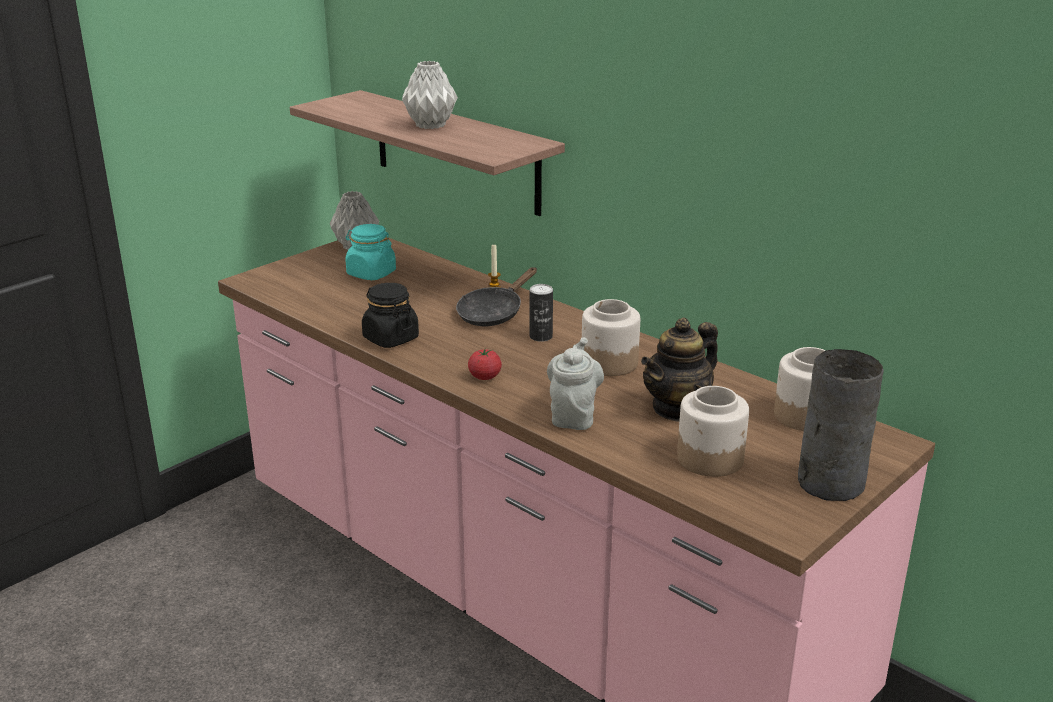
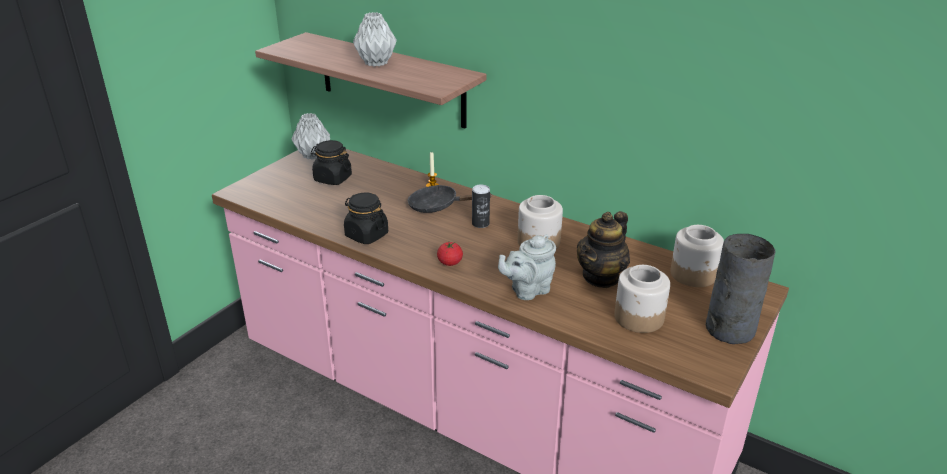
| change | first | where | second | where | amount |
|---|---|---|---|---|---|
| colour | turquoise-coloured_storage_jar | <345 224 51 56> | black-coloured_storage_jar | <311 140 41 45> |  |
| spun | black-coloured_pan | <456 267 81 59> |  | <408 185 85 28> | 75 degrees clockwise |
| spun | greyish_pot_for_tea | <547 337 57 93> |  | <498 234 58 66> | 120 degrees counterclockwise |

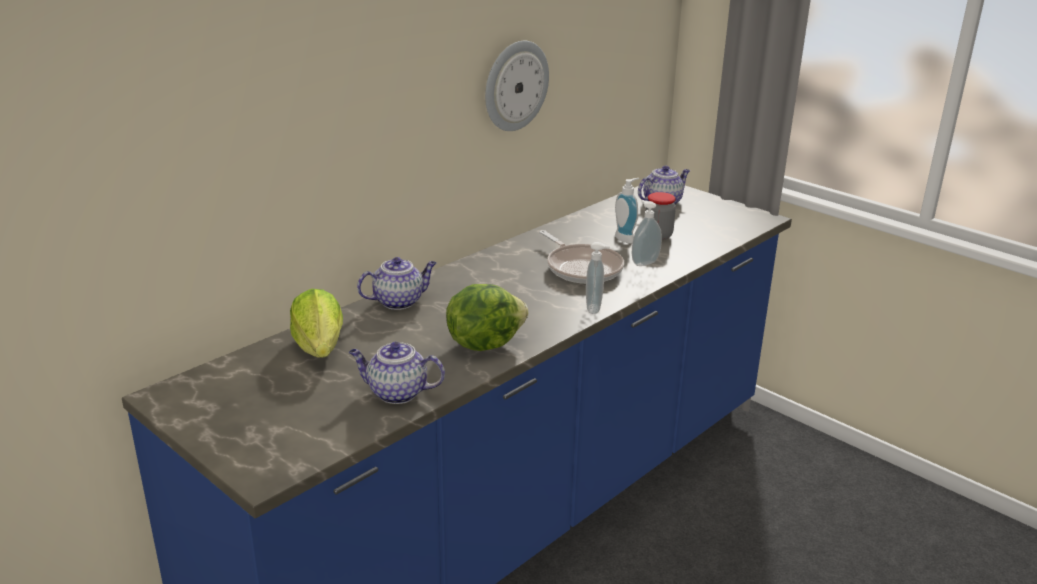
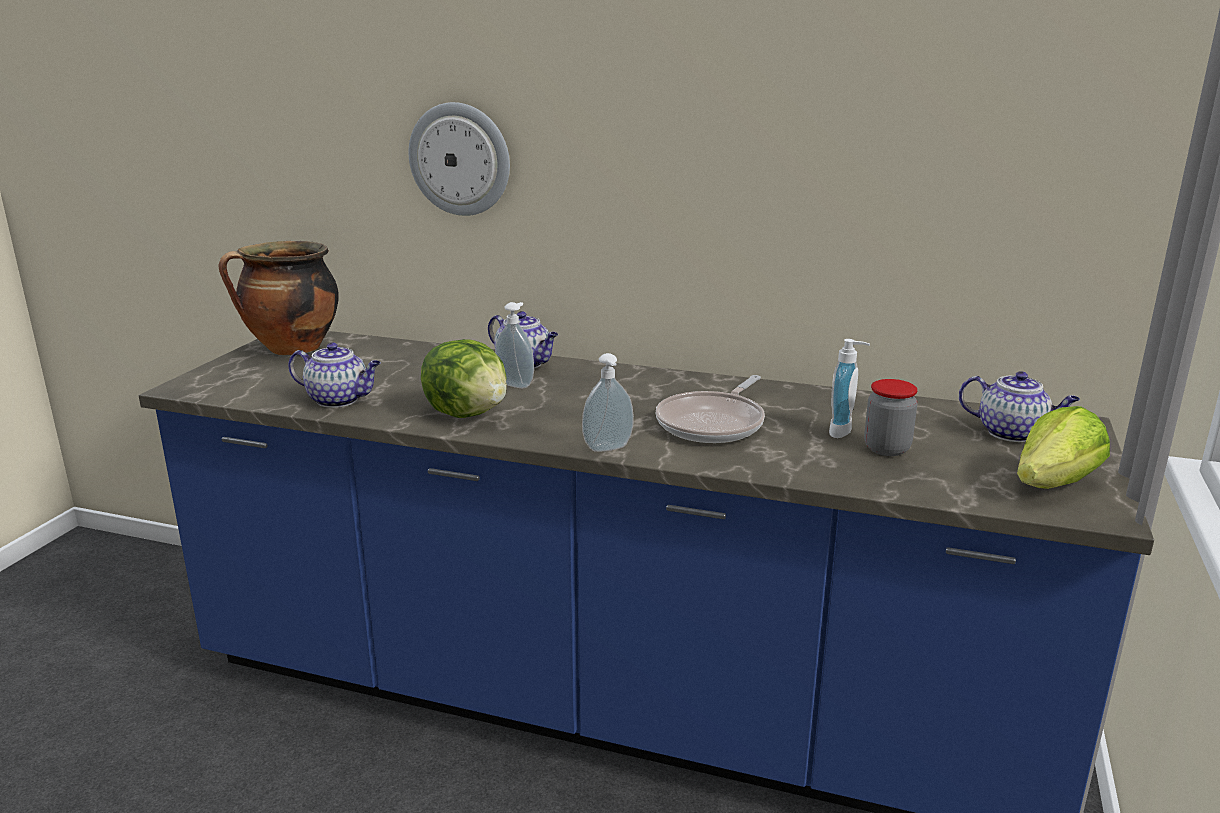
| change | first | where | second | where | amount |
|---|---|---|---|---|---|
| appeared |  |  | stockpot | <219 241 120 114> |  |
| spun | pot_for_tea | <349 342 96 62> |  | <288 342 93 66> | 120 degrees clockwise |
| relocated | clock_on_the_wall | <485 41 64 90> |  | <409 102 101 114> |  |
| relocated | liquid_soap_bottle | <632 200 30 66> |  | <495 302 39 86> |  |
| relocated | lettuce | <290 289 53 69> |  | <1017 406 93 83> |  |

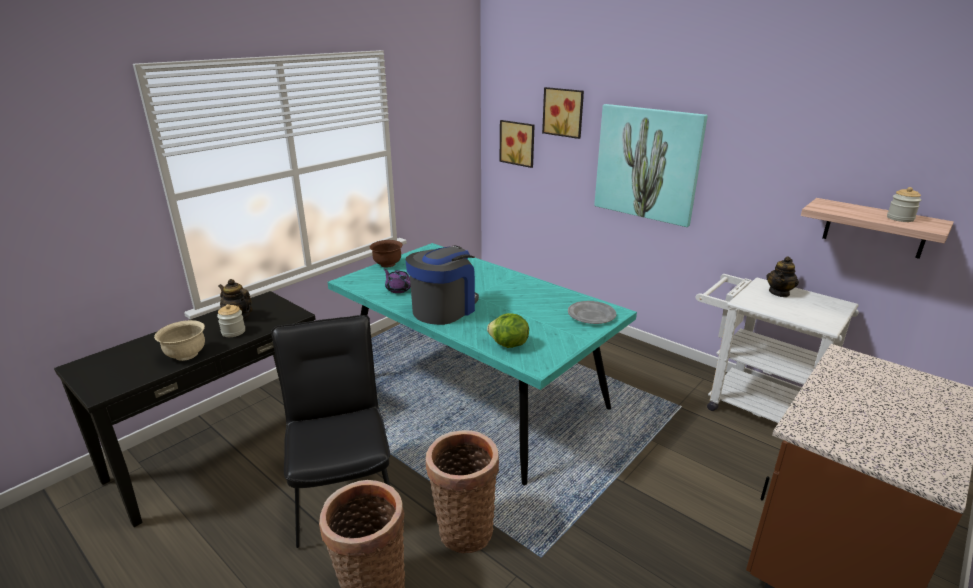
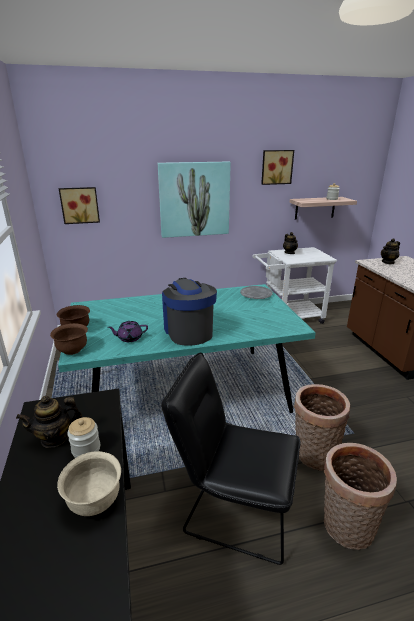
| change | first | where | second | where | amount |
|---|---|---|---|---|---|
| appeared |  |  | brown-coloured_serving_bowl | <50 323 38 32> |  |
| relocated | wall_picture | <542 87 42 52> |  | <261 150 33 35> |  |
| appeared |  |  | pot_for_tea | <381 238 19 26> |  |
| missing | lettuce | <487 313 42 35> |  |  |  |

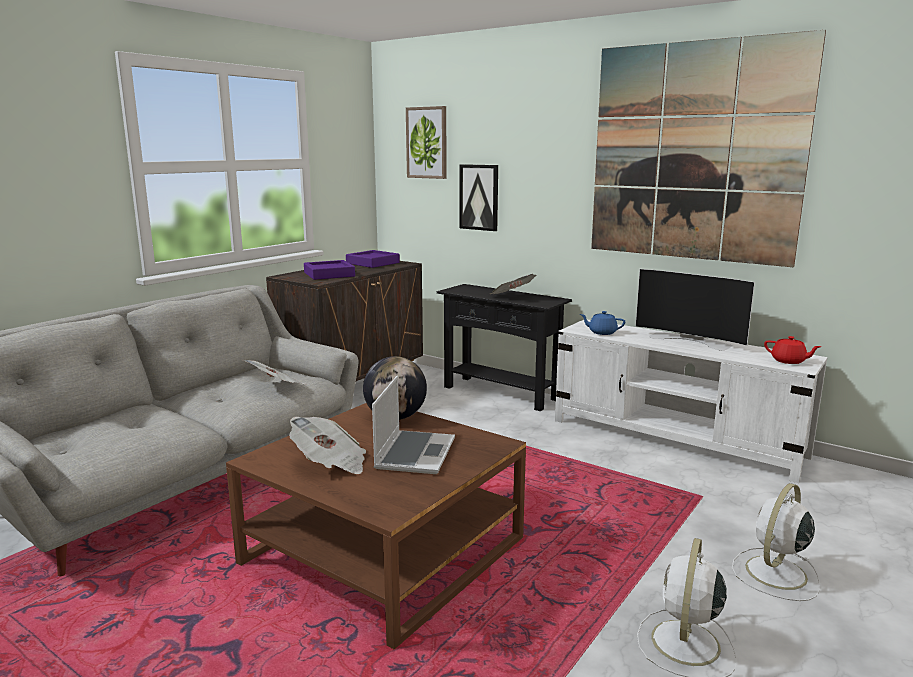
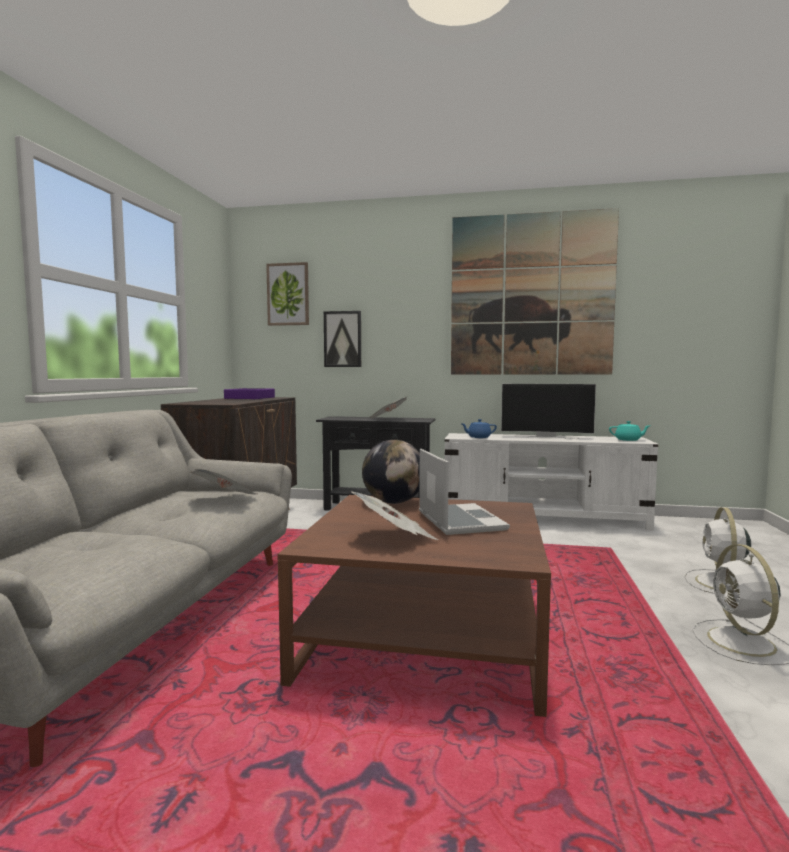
| change | first | where | second | where | amount |
|---|---|---|---|---|---|
| colour | red_pot_for_tea | <764 336 57 28> | turquoise-coloured_pot_for_tea | <609 421 41 20> |  |
| missing | purplish_serving_tray | <304 260 51 20> |  |  |  |

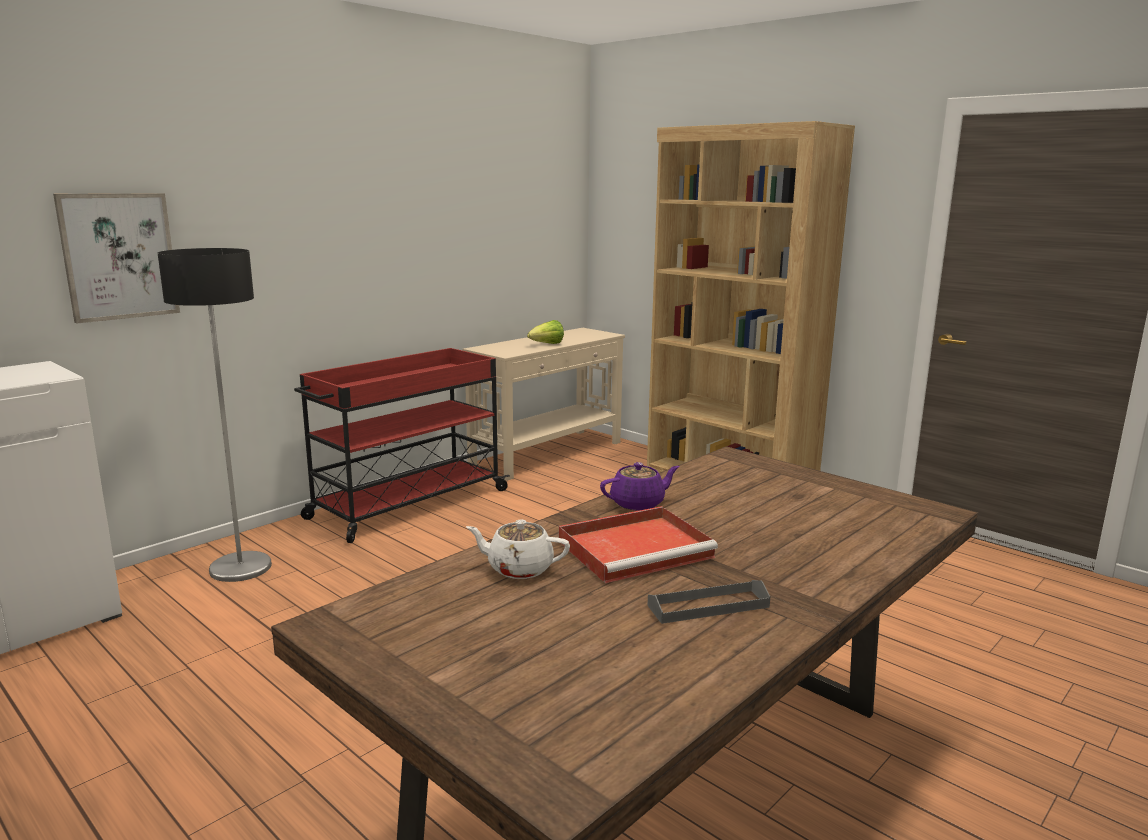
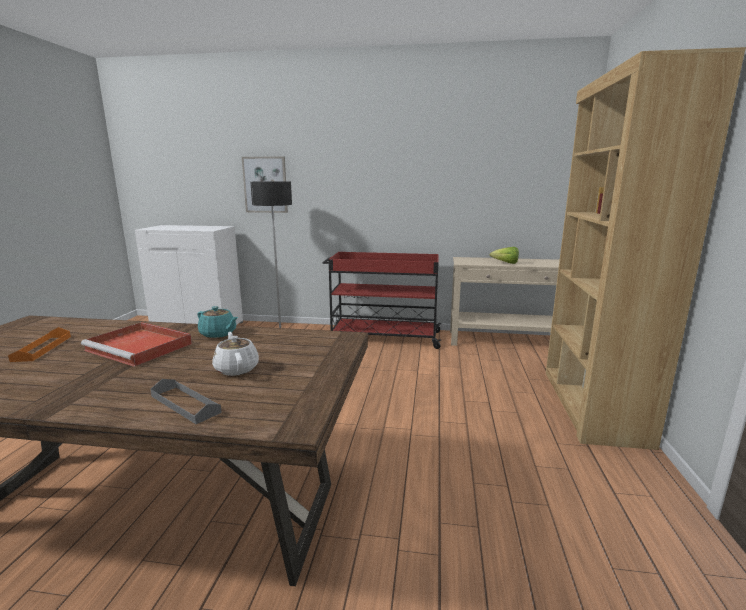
| change | first | where | second | where | amount |
|---|---|---|---|---|---|
| appeared |  |  | orange_serving_tray | <8 327 63 35> |  |
| relocated | greyish_serving_tray | <647 580 123 44> |  | <150 379 72 45> |  |
| colour | purplish_pot_for_tea | <600 462 79 49> | turquoise-coloured_pot_for_tea | <197 306 41 32> |  |
| relocated | white-coloured_pot_for_tea | <466 520 104 59> |  | <212 332 47 44> |  |

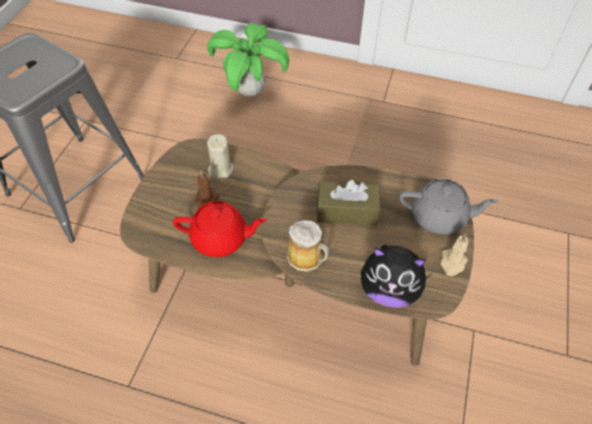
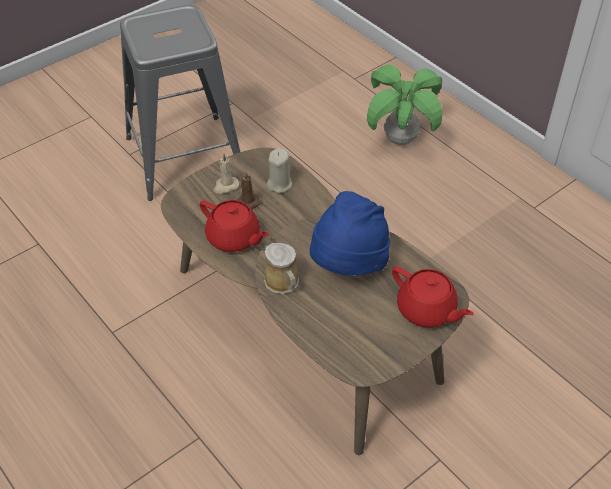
| change | first | where | second | where | amount |
|---|---|---|---|---|---|
| relocated | sand-coloured_wax_candle | <440 233 29 43> |  | <214 154 25 39> |  |
| exchanged | brown-coloured_tissue_holder | <317 180 64 45> | blue_hat | <310 191 80 85> |  |
| colour | greyish_pot_for_tea | <399 179 99 56> | red_pot_for_tea | <392 266 82 62> |  |
| missing | plush_toy | <361 245 70 63> |  |  |  |

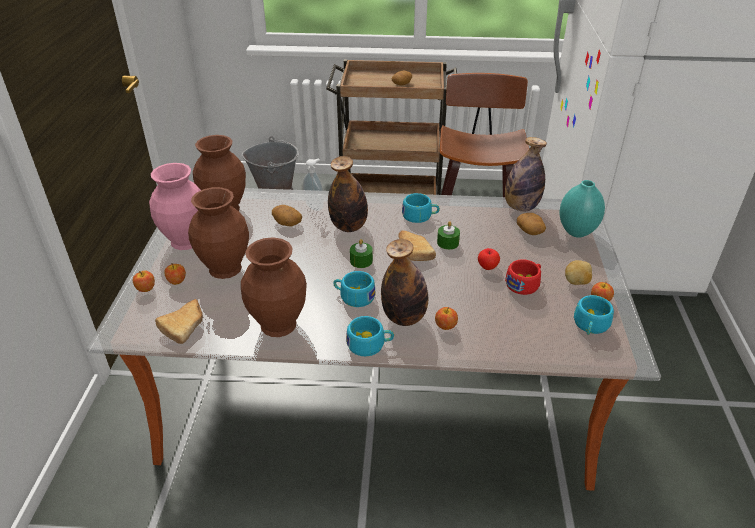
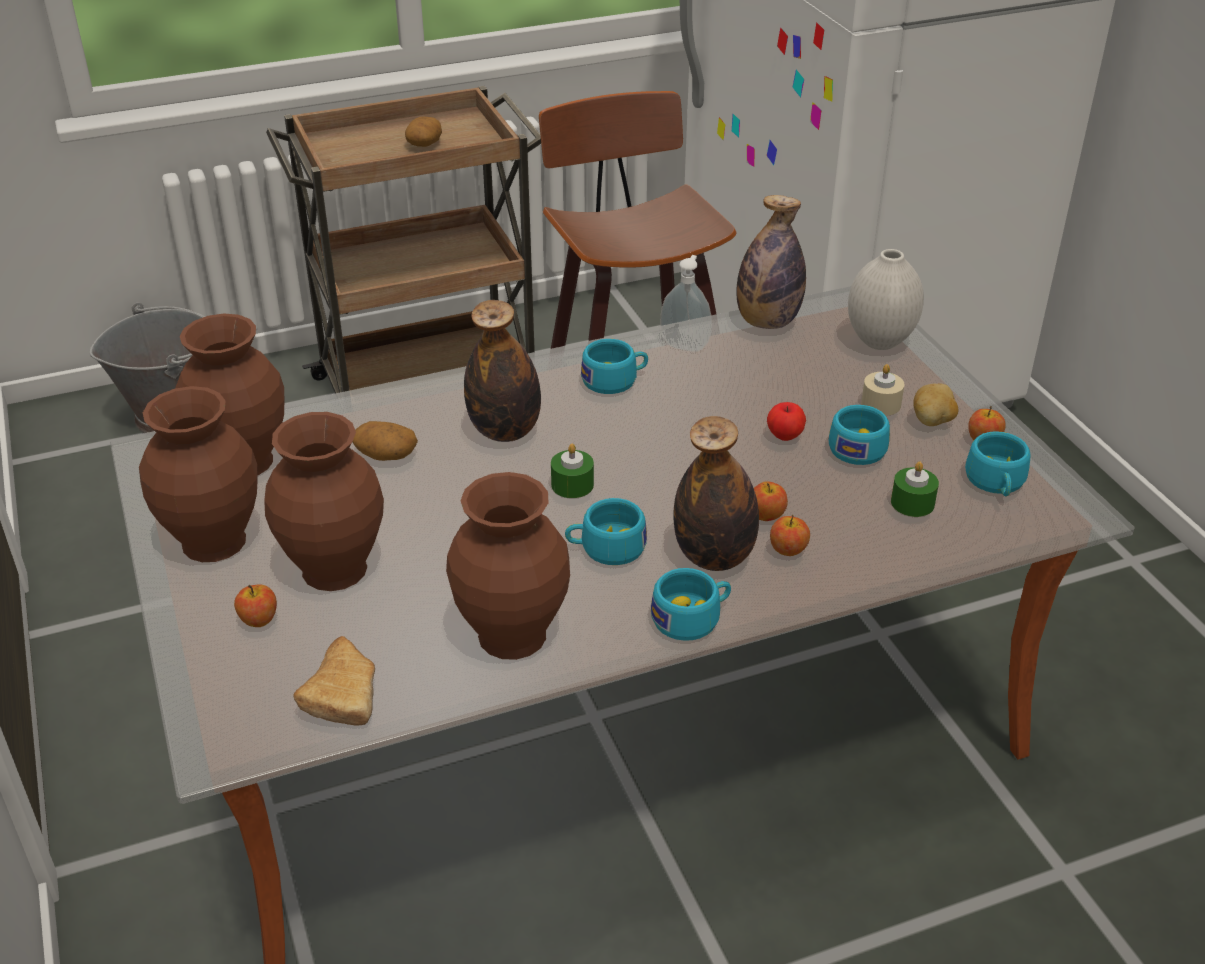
| change | first | where | second | where | amount |
|---|---|---|---|---|---|
| colour | pink-coloured_decorative_vase | <149 163 52 87> | brown-coloured_decorative_vase | <139 386 119 176> |  |
| relocated | liquid_soap_bottle | <303 159 21 52> |  | <660 255 52 97> |  |
| relocated | apple | <133 271 22 21> |  | <754 481 34 40> |  |
| colour | red_cup | <505 259 36 36> | turquoise-coloured_cup | <828 405 62 60> |  |
| colour | turquoise-coloured_decorative_vase | <560 180 45 58> | white-coloured_decorative_vase | <848 249 76 101> |  |
| appeared |  |  | sand-coloured_wax_candle | <861 364 44 52> |  |
| relocated | green_wax_candle | <437 221 23 29> |  | <891 461 48 56> |  |
| missing | baked_bread | <398 230 38 31> |  |  |  |
| missing | spud | <517 213 29 22> |  |  |  |

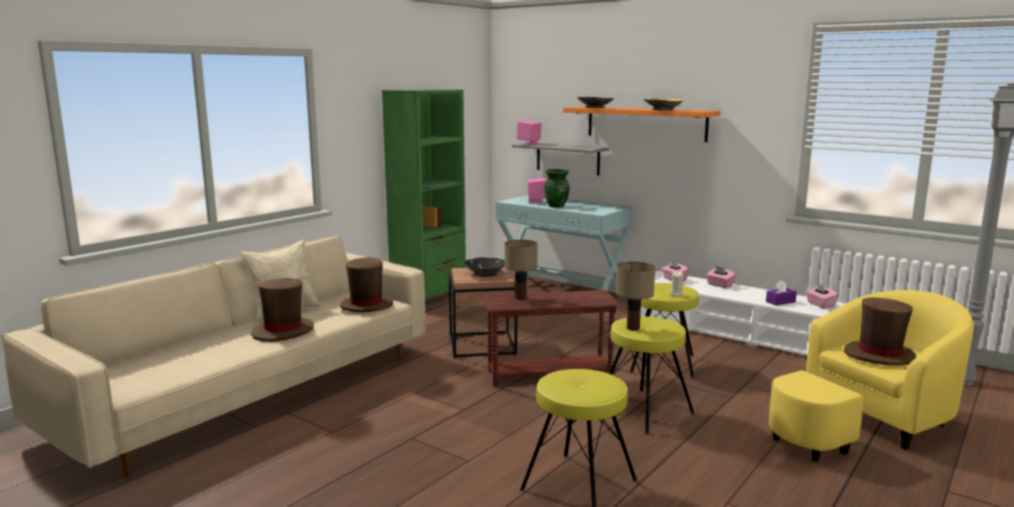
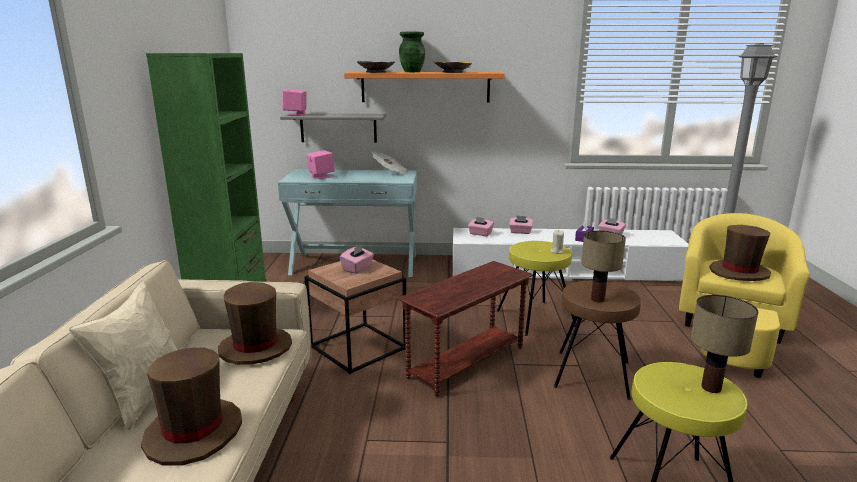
| change | first | where | second | where | amount |
|---|---|---|---|---|---|
| exchanged | black-coloured_serving_bowl | <464 257 41 20> | pink-coloured_tissue_holder | <340 244 34 30> |  |
| appeared |  |  | daily_paper | <371 151 37 24> |  |
| relocated | green_decorative_vase | <544 169 25 39> |  | <399 32 26 40> |  |
| colour | yellow-coloured_stool | <609 316 86 118> | brown-coloured_stool | <554 281 87 119> |  |
| relocated | tabletop_lamp | <505 240 33 60> |  | <691 295 67 98> |  |

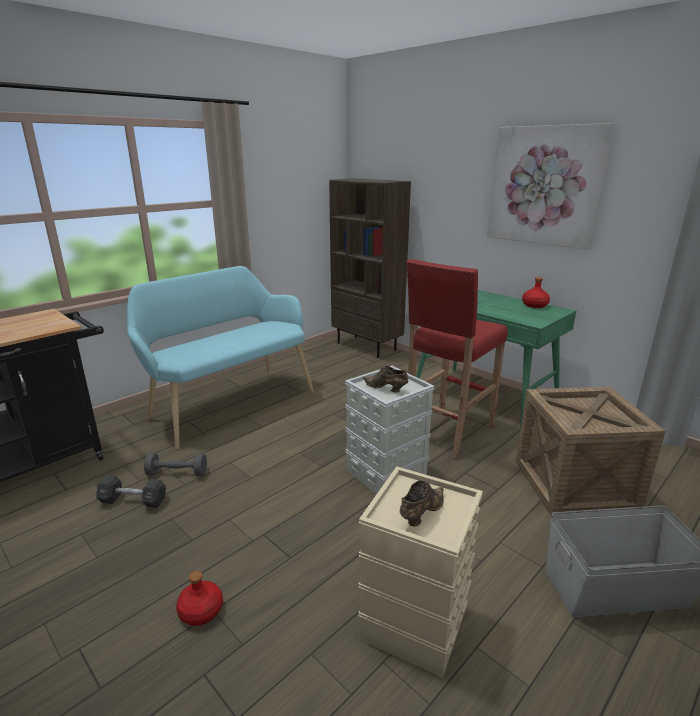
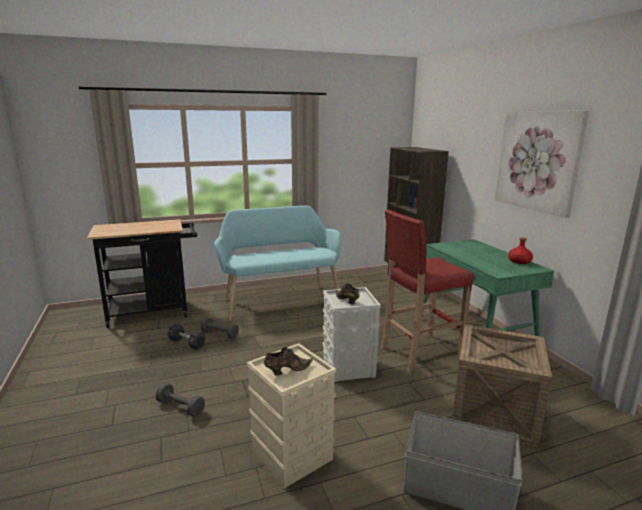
| change | first | where | second | where | amount |
|---|---|---|---|---|---|
| exchanged | red_beverage_bottle | <176 571 47 55> | greyish_hand_weight | <156 383 49 34> |  |

